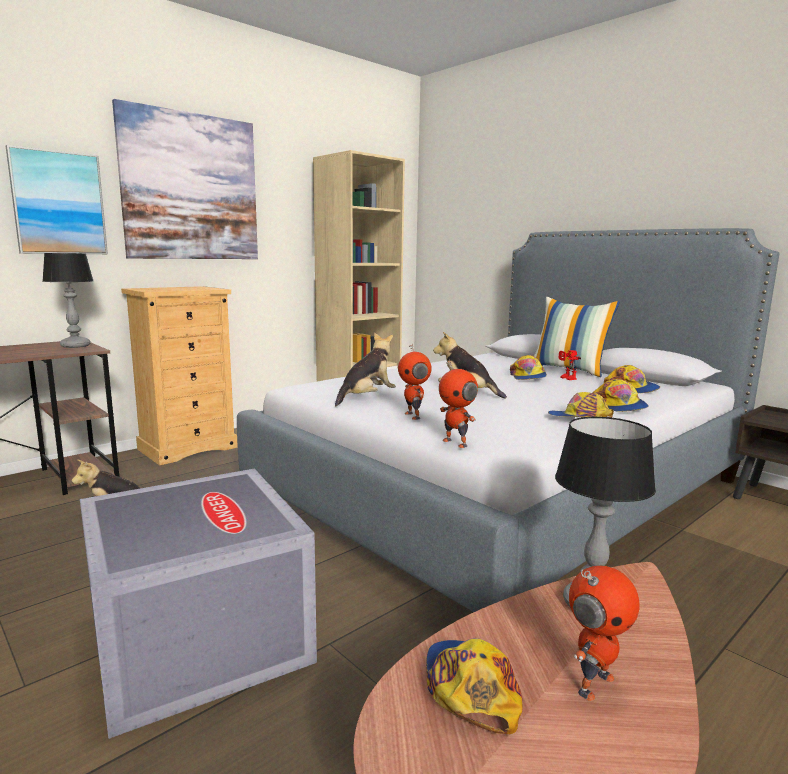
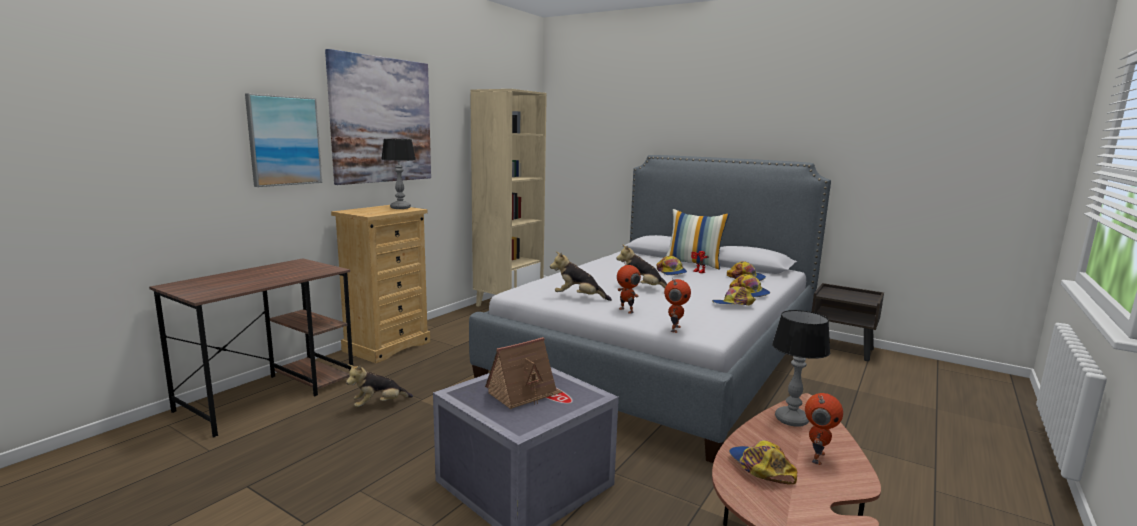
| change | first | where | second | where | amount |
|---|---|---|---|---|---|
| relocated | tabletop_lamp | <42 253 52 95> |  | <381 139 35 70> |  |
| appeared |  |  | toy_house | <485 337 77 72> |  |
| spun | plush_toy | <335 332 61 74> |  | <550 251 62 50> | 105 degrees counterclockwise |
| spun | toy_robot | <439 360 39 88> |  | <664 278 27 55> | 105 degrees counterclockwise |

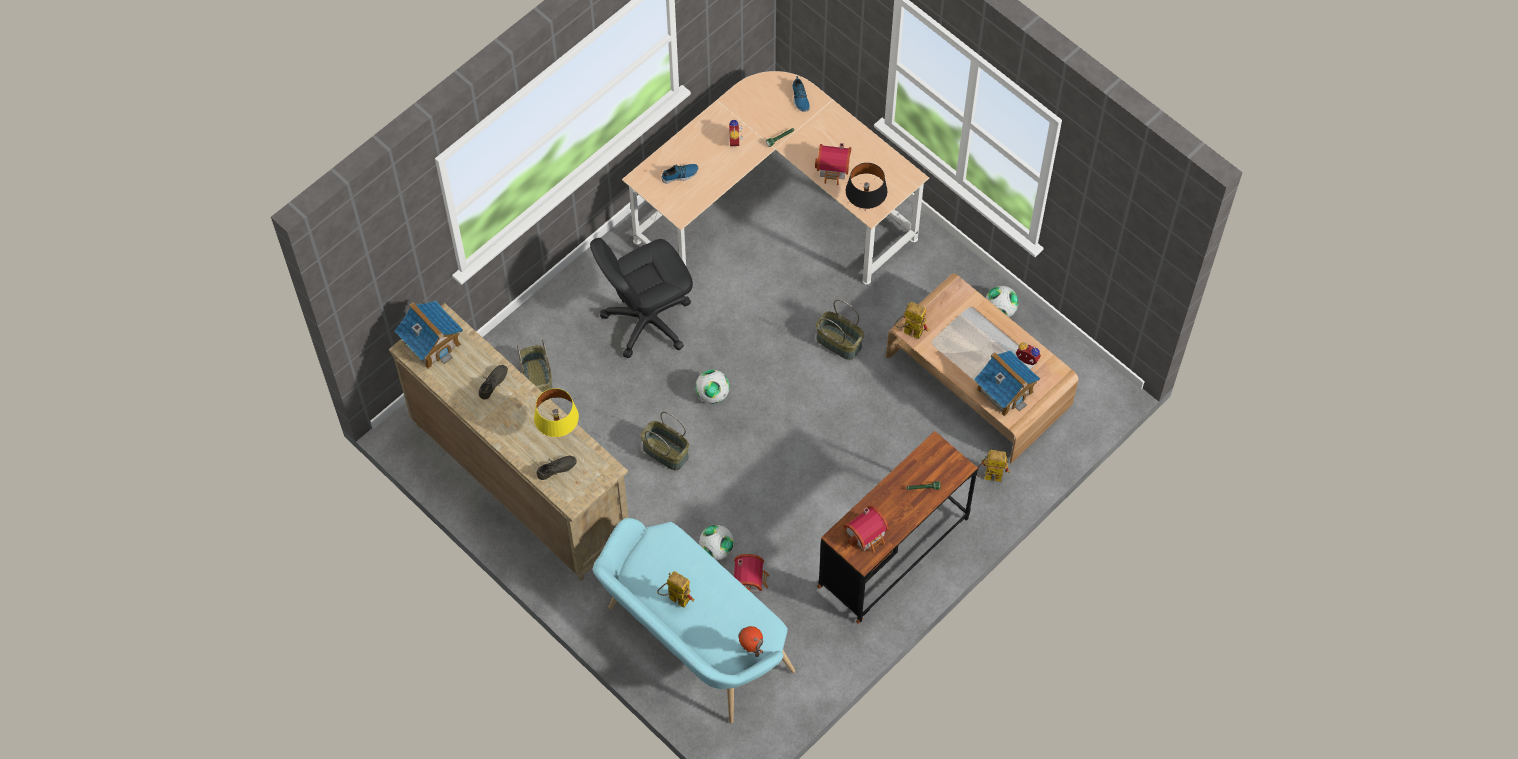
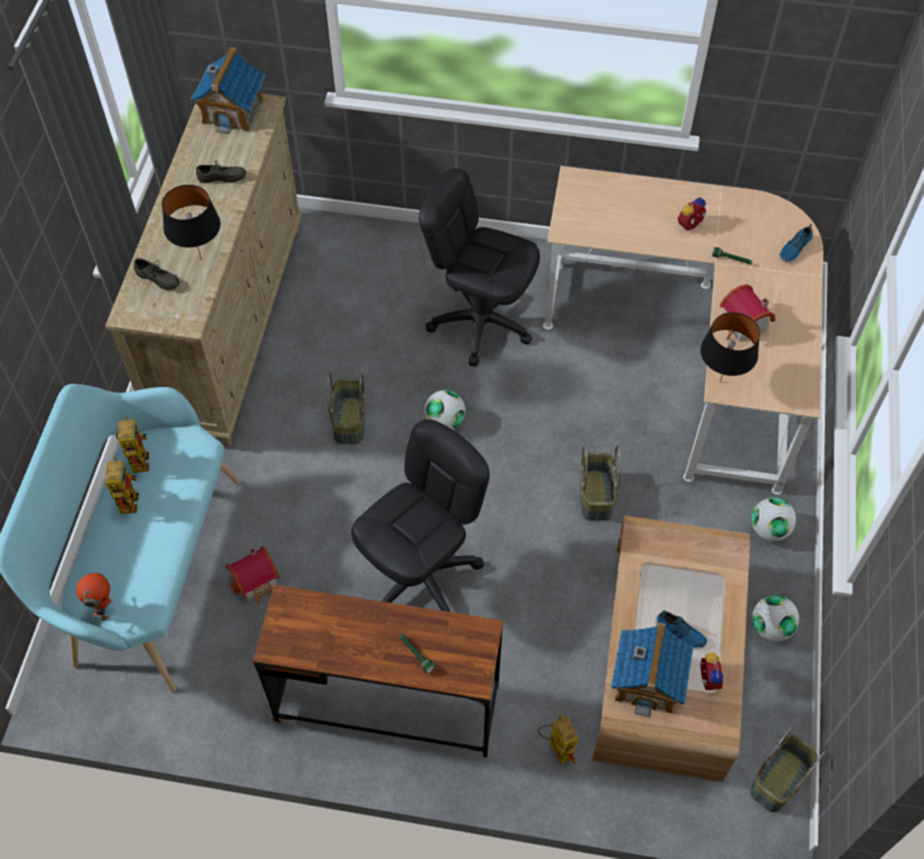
| change | first | where | second | where | amount |
|---|---|---|---|---|---|
| relocated | toy_robot | <894 302 35 37> |  | <116 415 33 58> |  |
| colour | yellow-coloured_tabletop_lamp | <534 388 45 49> | black-coloured_tabletop_lamp | <162 185 59 75> |  |
| appeared |  |  | black-coloured_computer_chair | <351 419 139 193> |  |
| relocated | low_shoe | <661 164 37 19> |  | <655 610 52 39> |  |
| relocated | household_basket | <517 339 35 53> |  | <750 727 75 85> |  |
| relocated | football | <699 525 35 35> |  | <751 497 45 44> |  |
| missing | toy_house | <843 505 46 48> |  |  |  |

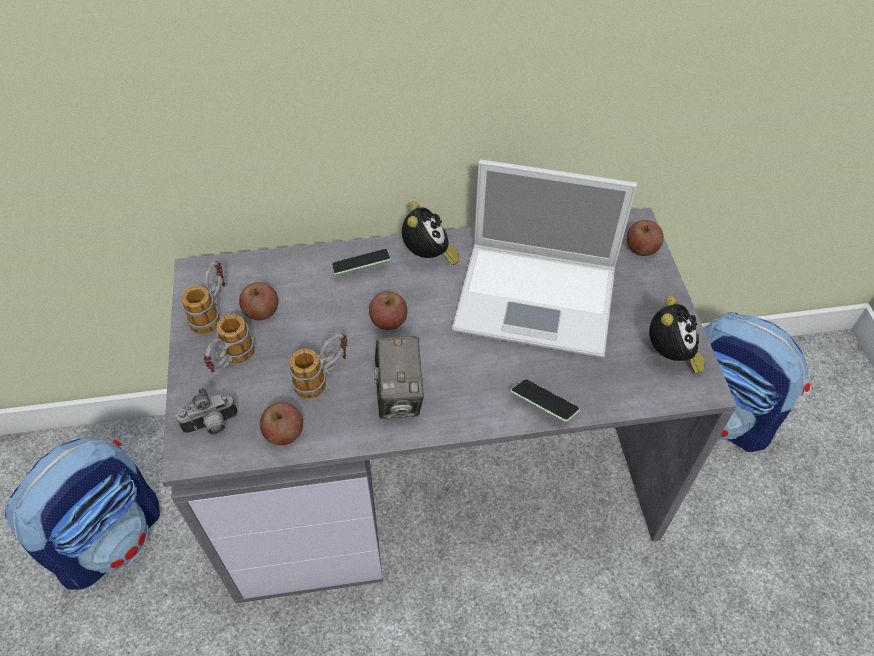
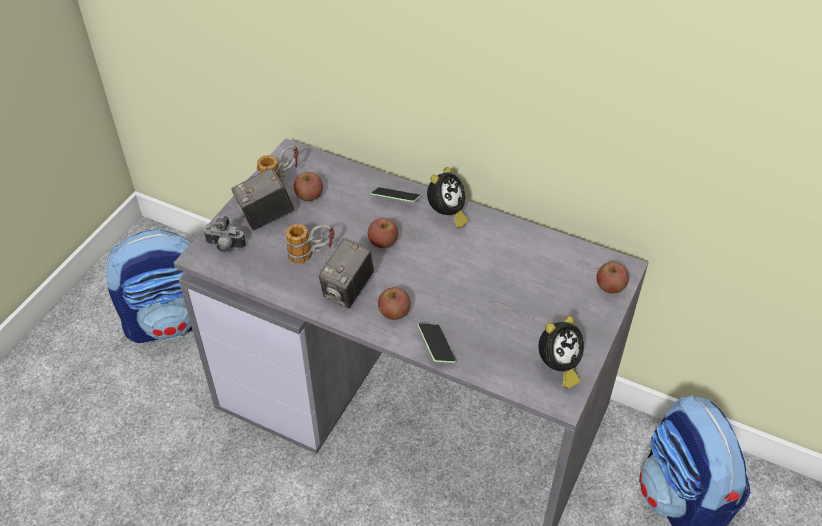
| change | first | where | second | where | amount |
|---|---|---|---|---|---|
| exchanged | tea_mug | <204 314 51 59> | photo_camera | <232 168 62 62> |  |
| relocated | apple | <260 402 43 43> |  | <378 287 33 33> |  |
| missing | notebook_computer | <452 159 185 199> |  |  |  |

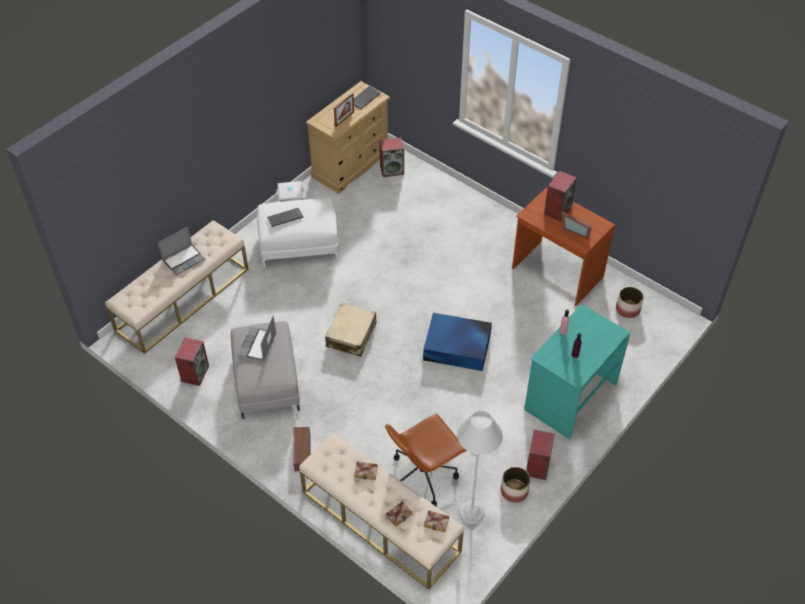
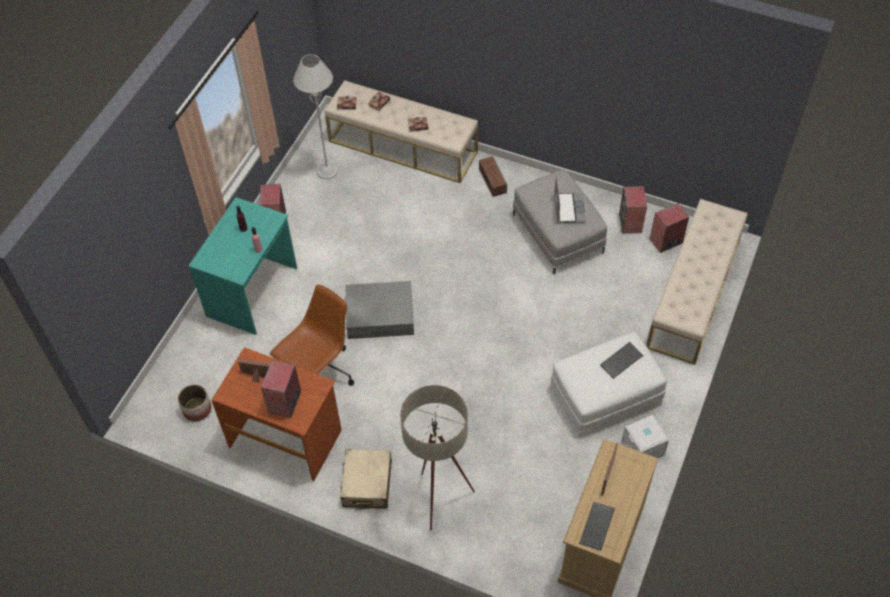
| change | first | where | second | where | amount |
|---|---|---|---|---|---|
| relocated | brown-coloured_computer_chair | <385 414 82 92> |  | <270 284 84 102> |  |
| relocated | sand-coloured_piece_of_luggage | <325 303 51 54> |  | <340 449 52 60> |  |
| colour | blue_storage_bin | <423 313 69 58> | greyish_storage_bin | <346 281 68 58> |  |
| appeared |  |  | sand-coloured_standard_lamp | <400 385 75 145> |  |
| relocated | loudspeaker | <379 138 25 39> |  | <650 203 39 50> |  |
| missing | notebook_computer | <158 227 47 49> |  |  |  |
| missing | planter | <501 467 29 36> |  |  |  |

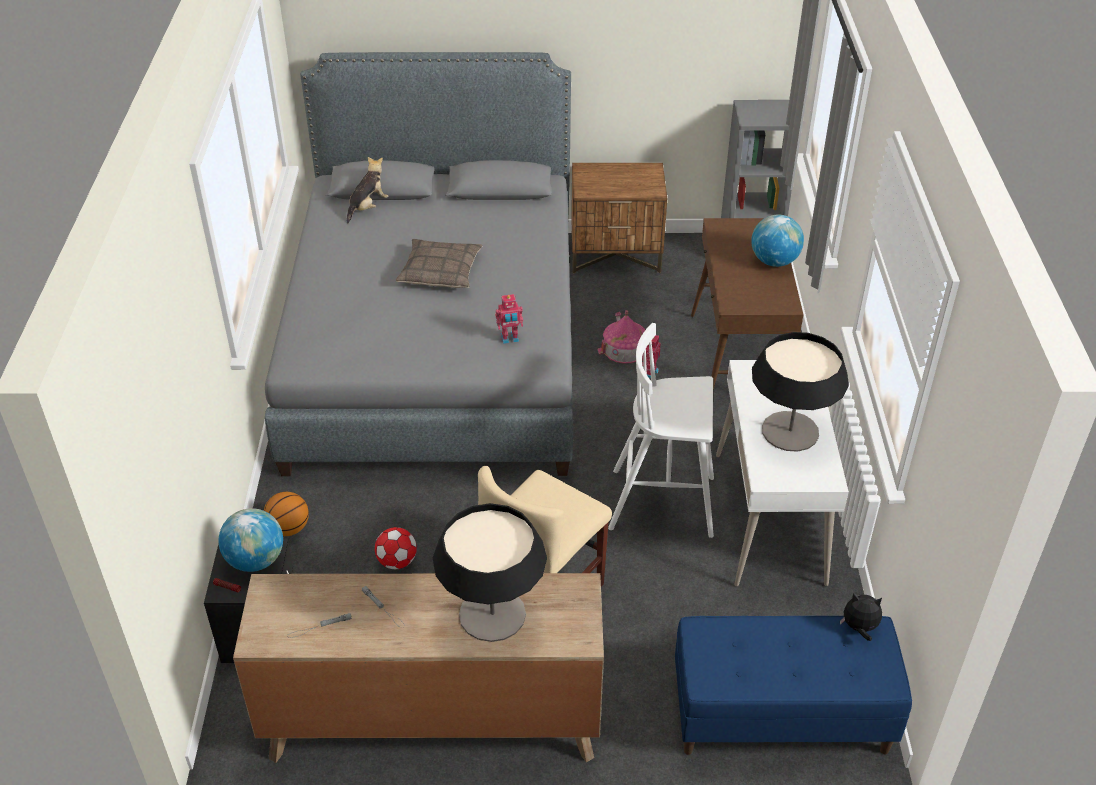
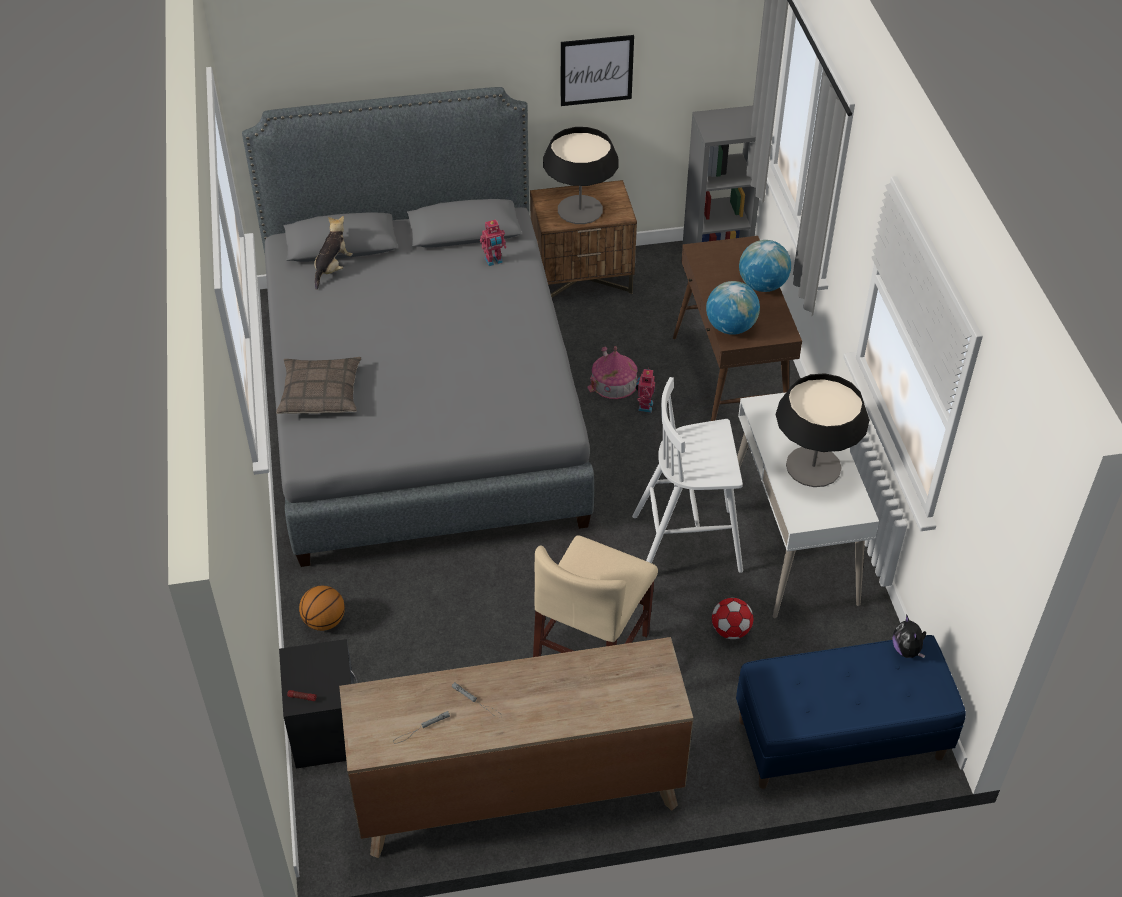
| change | first | where | second | where | amount |
|---|---|---|---|---|---|
| relocated | cushion | <396 239 87 49> |  | <276 357 85 57> |  |
| relocated | toy_robot | <495 294 28 50> |  | <480 220 26 46> |  |
| relocated | tabletop_lamp | <433 503 114 139> |  | <543 127 75 97> |  |
| appeared |  |  | wall_picture | <561 35 73 71> |  |
| relocated | desk_globe | <218 508 65 64> |  | <706 281 54 54> |  |
| relocated | football | <375 527 42 42> |  | <712 598 41 41> |  |
| spun | plush_toy | <840 593 42 48> |  | <893 614 33 44> | 105 degrees counterclockwise |

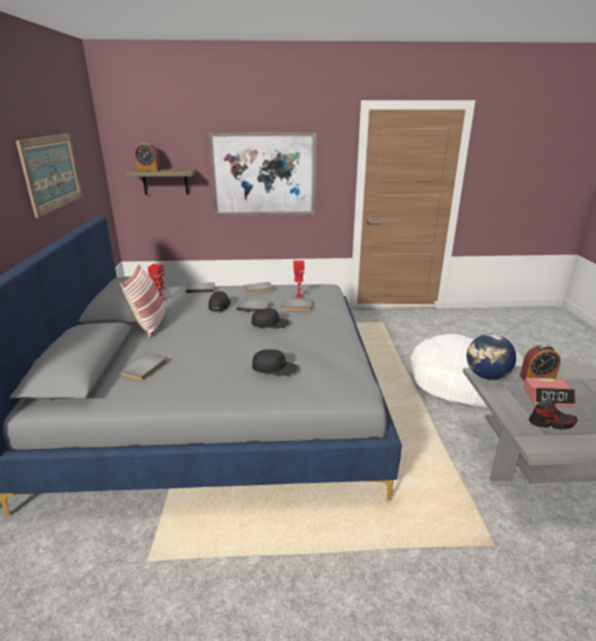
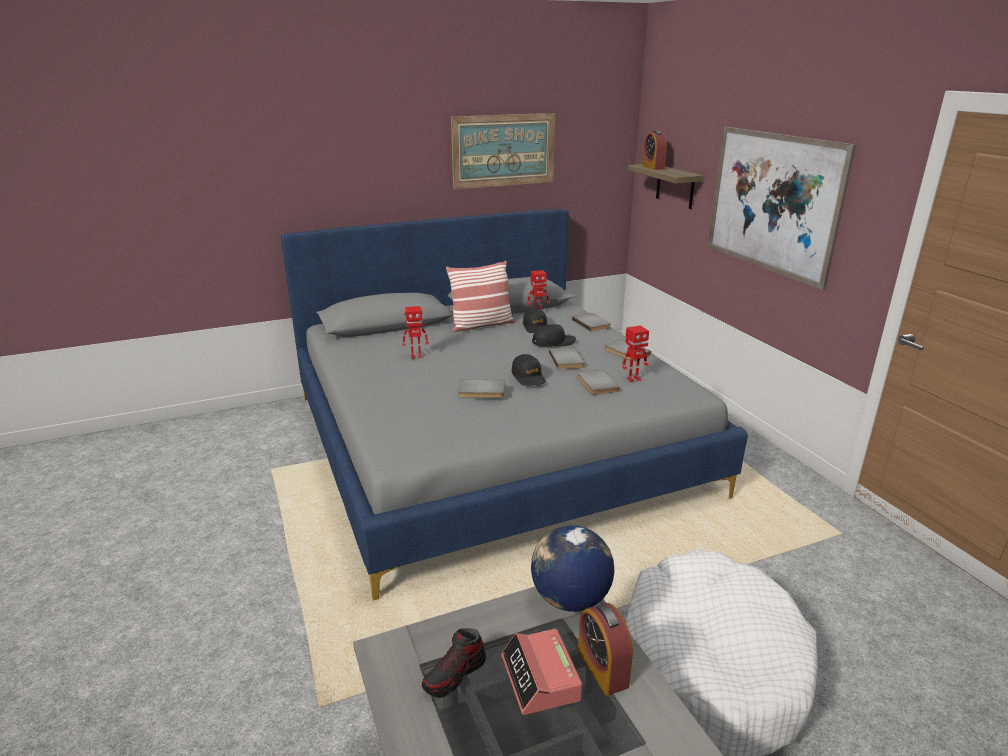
| change | first | where | second | where | amount |
|---|---|---|---|---|---|
| appeared |  |  | toy_robot | <402 306 27 53> |  |
| spun | low_shoe | <529 399 49 31> |  | <422 628 64 70> | 60 degrees clockwise |
| relocated | greyish_volume | <120 353 47 28> |  | <458 379 47 19> |  |
| relocated | black-coloured_baseball_cap | <252 349 46 27> |  | <523 308 24 25> |  |

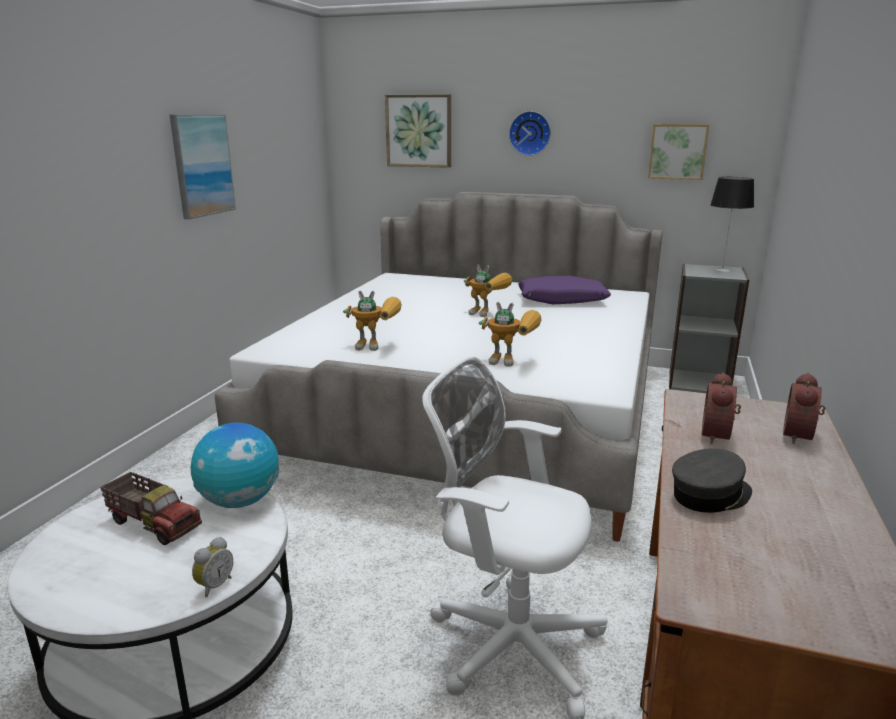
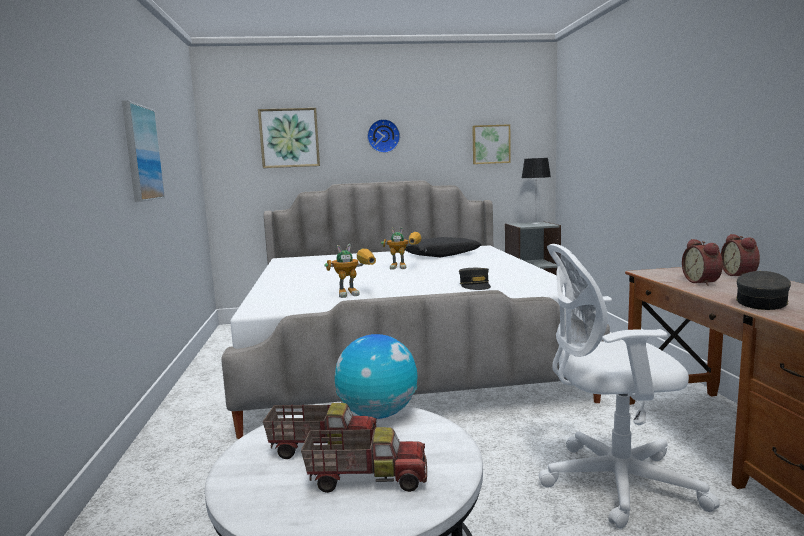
| change | first | where | second | where | amount |
|---|---|---|---|---|---|
| appeared |  |  | toy_truck | <301 427 126 66> |  |
| colour | purplish_cushion | <518 276 93 28> | black-coloured_cushion | <405 237 76 20> |  |
| exchanged | toy_robot | <479 302 63 65> | greyish_baseball_cap | <459 268 32 22> |  |
| missing | table_clock | <192 537 41 60> |  |  |  |

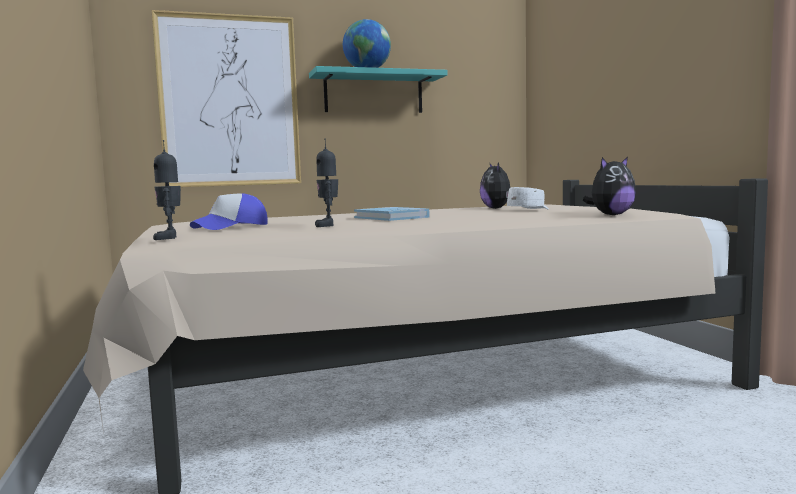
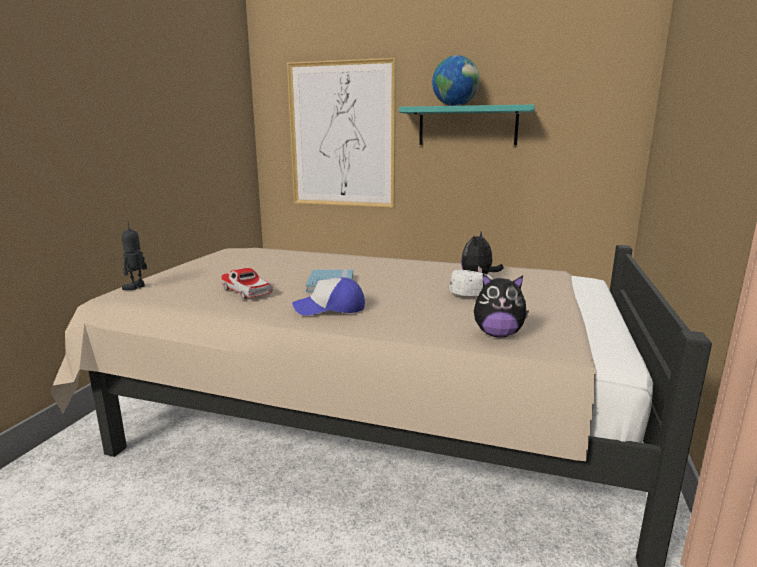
| change | first | where | second | where | amount |
|---|---|---|---|---|---|
| exchanged | toy_robot | <315 138 23 89> | toy_car | <221 268 52 31> |  |
| relocated | baseball_cap | <190 193 78 37> |  | <292 277 73 39> |  |

